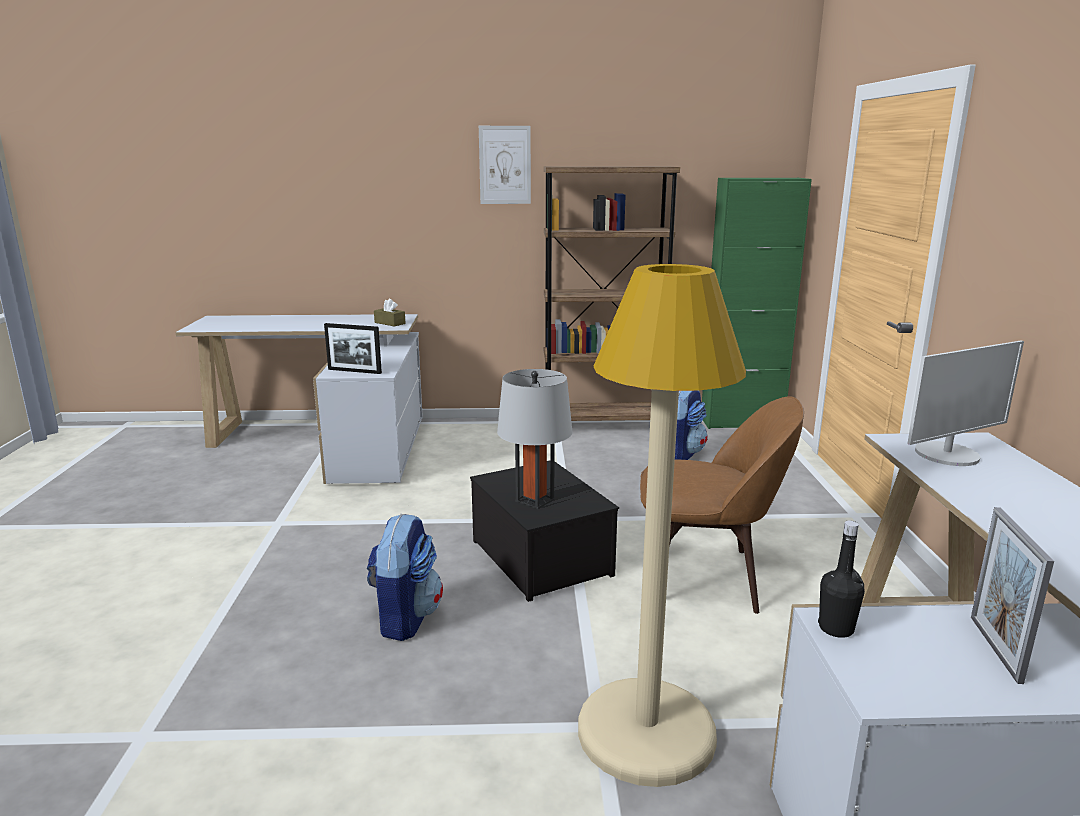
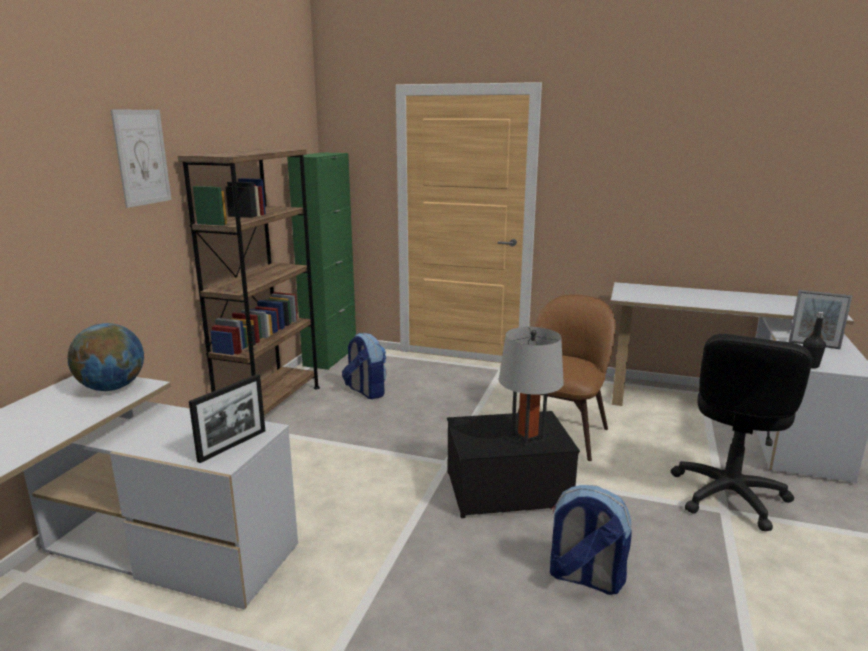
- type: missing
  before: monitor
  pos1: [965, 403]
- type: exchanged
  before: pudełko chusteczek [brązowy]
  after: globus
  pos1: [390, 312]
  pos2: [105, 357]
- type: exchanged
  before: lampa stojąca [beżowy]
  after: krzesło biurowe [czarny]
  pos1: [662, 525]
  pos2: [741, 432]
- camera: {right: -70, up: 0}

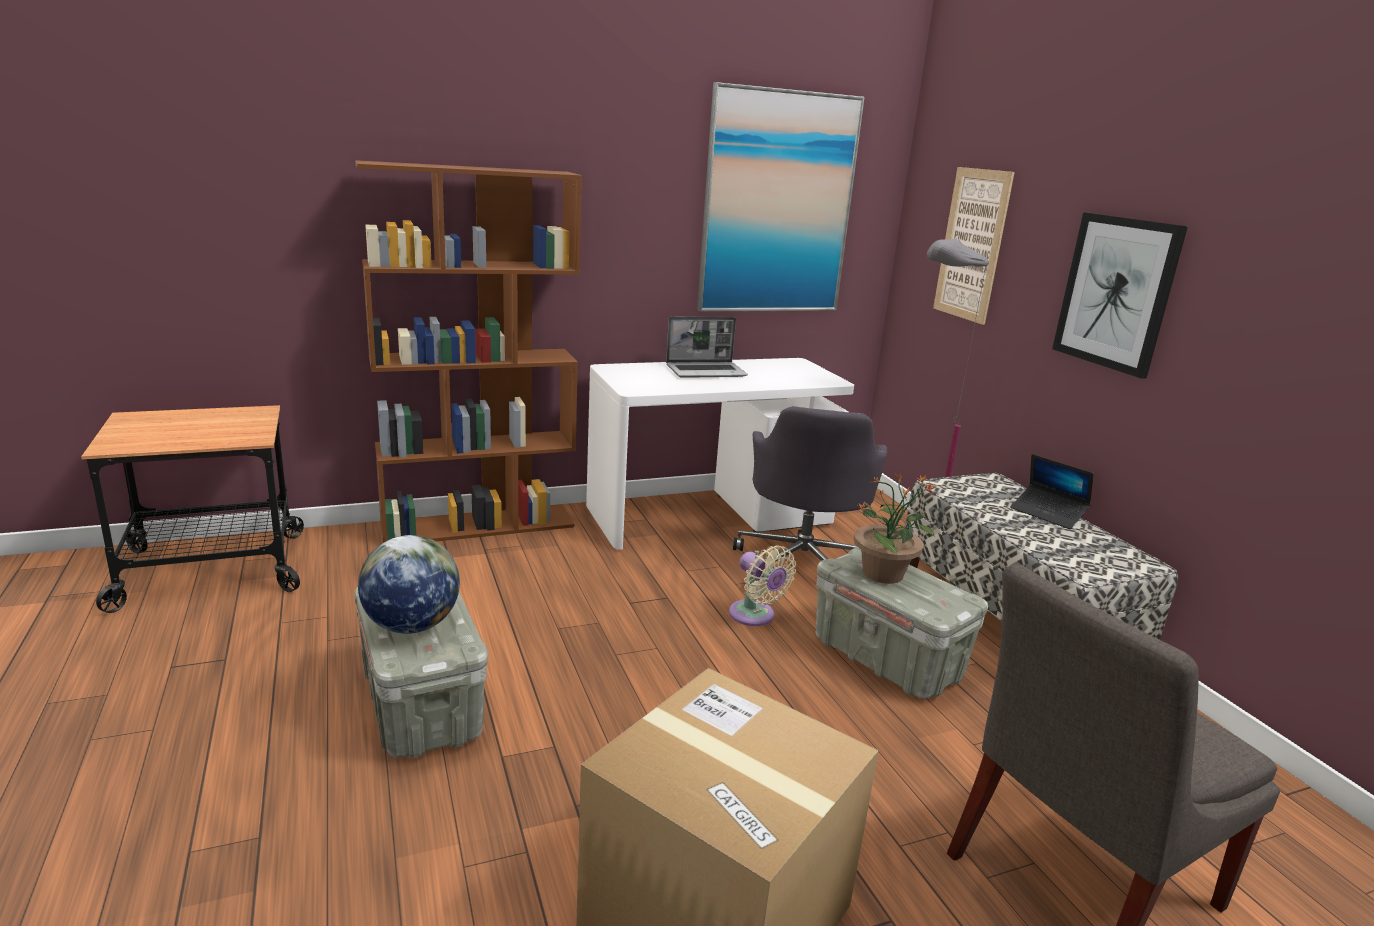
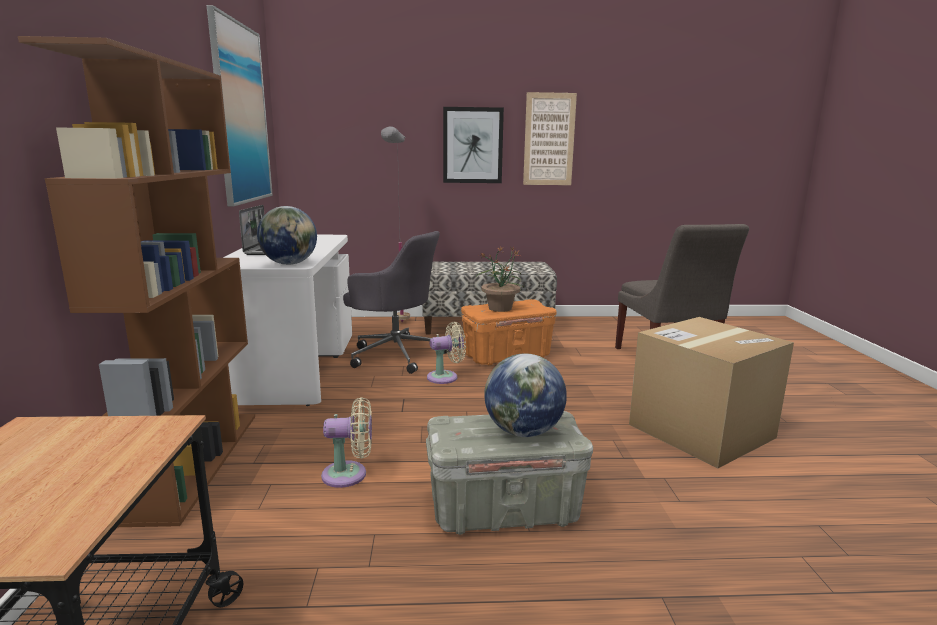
- type: missing
  before: laptop
  pos1: [1052, 491]
- type: appeared
  after: globus
  pos2: [287, 235]
- type: appeared
  after: wentylator [beżowy]
  pos2: [346, 442]
- type: relocated
  before: obraz
  pos1: [974, 246]
  pos2: [550, 138]
- type: colour
  before: pojemnik do przechowywania [szary]
  after: pojemnik do przechowywania [pomarańczowy]
  pos1: [902, 622]
  pos2: [509, 332]
- camera: {right: -70, up: -5}

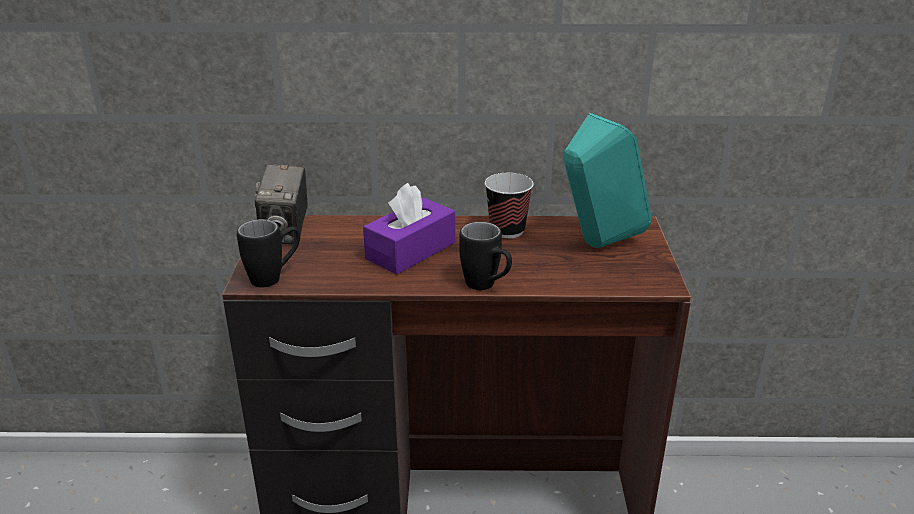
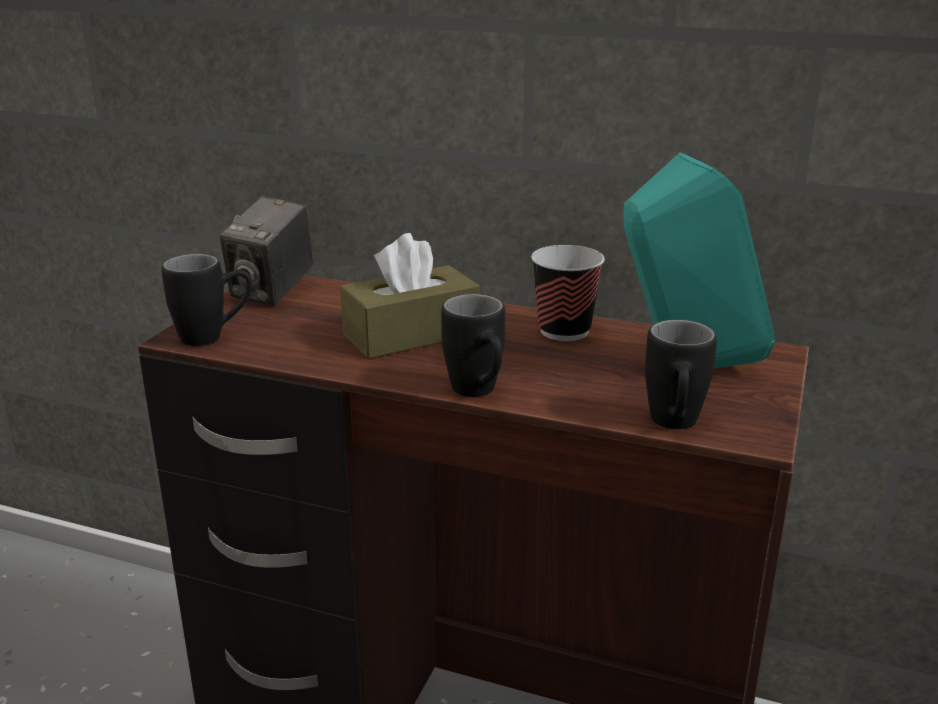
- type: appeared
  after: kubek [czarny]
  pos2: [681, 374]
- type: colour
  before: pudełko chusteczek [fioletowy]
  after: pudełko chusteczek [brązowy]
  pos1: [409, 228]
  pos2: [410, 296]
- camera: {right: 20, up: -5}

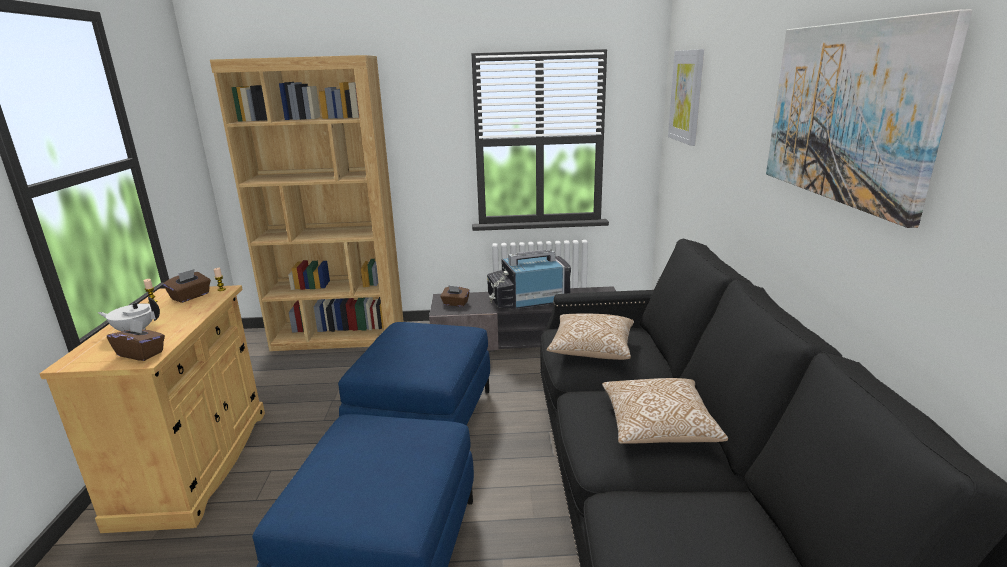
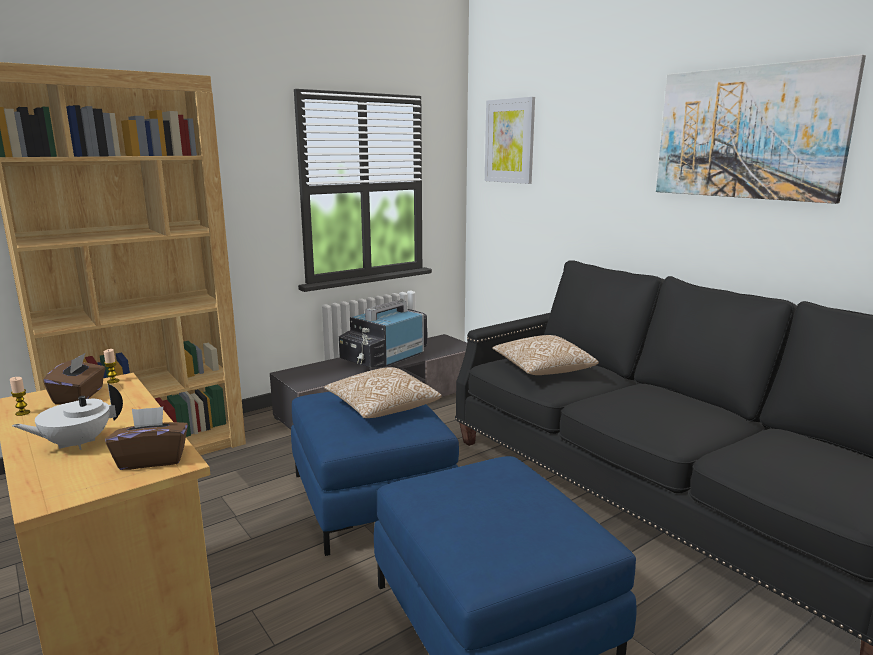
- type: missing
  before: pudełko chusteczek [brązowy]
  pos1: [455, 296]
- type: relocated
  before: poduszka
  pos1: [665, 411]
  pos2: [383, 392]
- camera: {right: -35, up: -5}

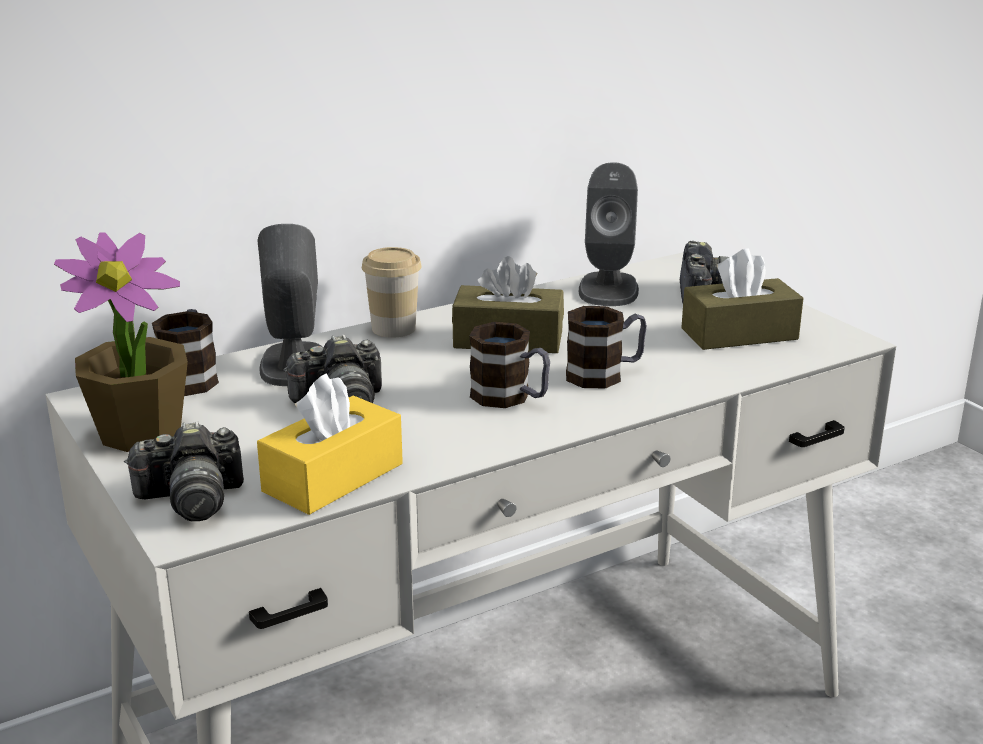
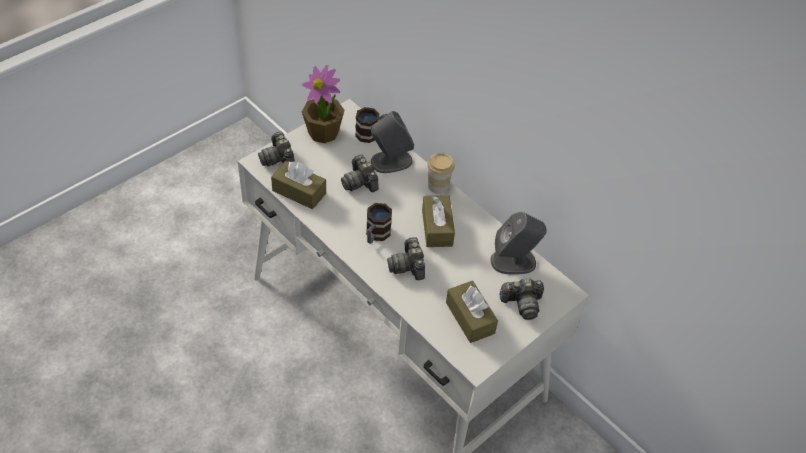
- type: exchanged
  before: kubek
  after: aparat fotograficzny
  pos1: [606, 347]
  pos2: [406, 258]
- type: colour
  before: pudełko chusteczek [żółty]
  after: pudełko chusteczek [brązowy]
  pos1: [330, 444]
  pos2: [298, 185]
- camera: {right: 75, up: 25}

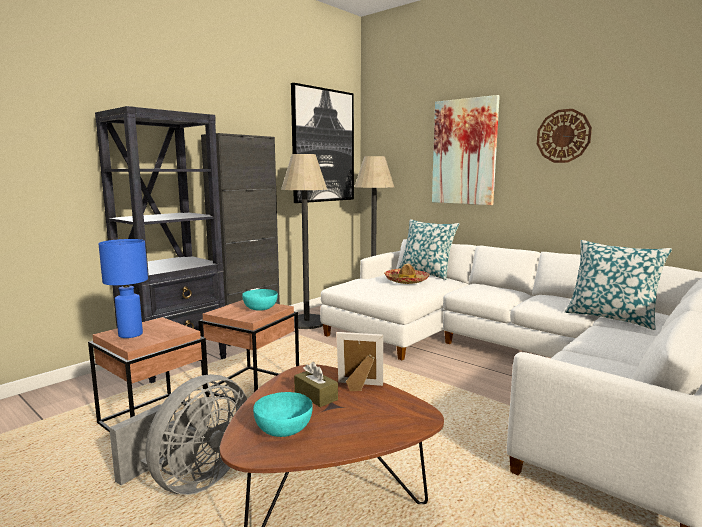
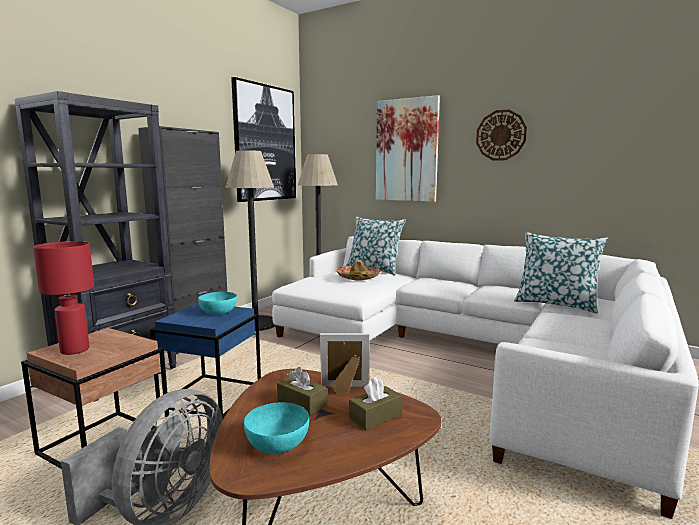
- type: appeared
  after: pudełko chusteczek [brązowy]
  pos2: [375, 403]
- type: colour
  before: lampa stołowa [niebieski]
  after: lampa stołowa [czerwony]
  pos1: [123, 288]
  pos2: [63, 298]
- type: colour
  before: stolik [brązowy]
  after: stolik [niebieski]
  pos1: [248, 351]
  pos2: [205, 360]
- camera: {right: -10, up: 0}

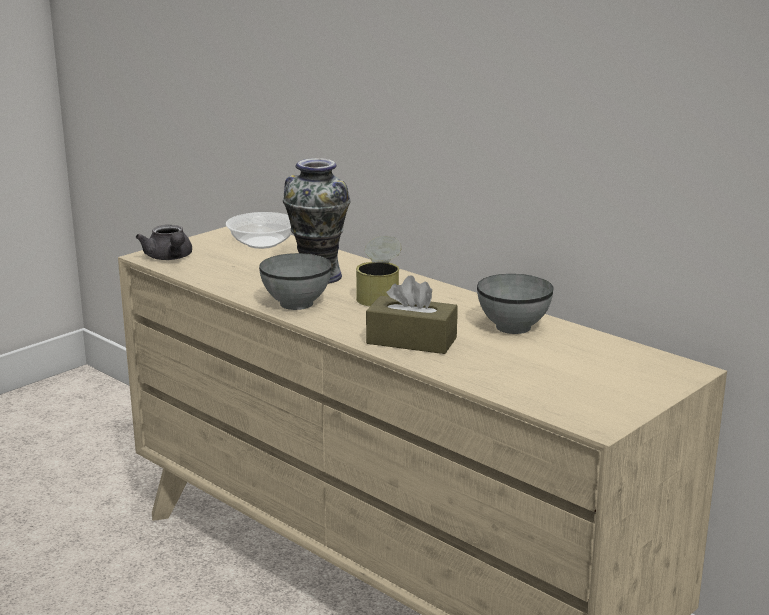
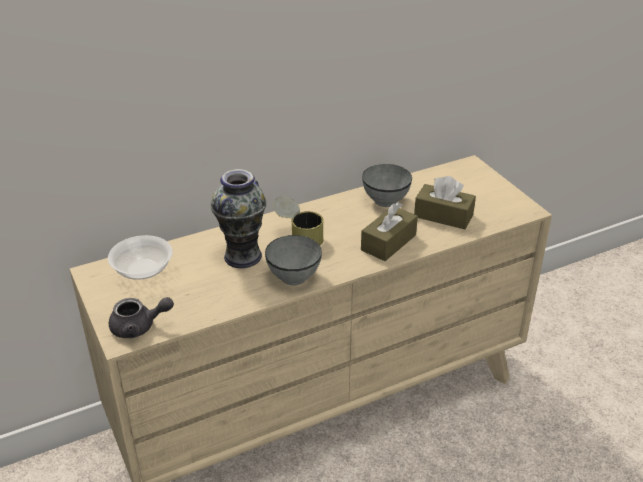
- type: appeared
  after: pudełko chusteczek [brązowy]
  pos2: [445, 202]
- camera: {right: -70, up: 15}

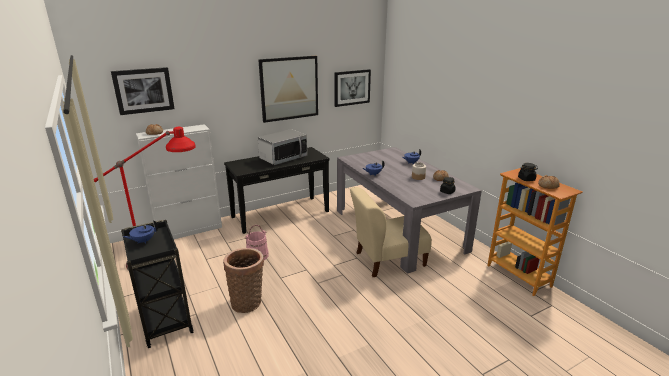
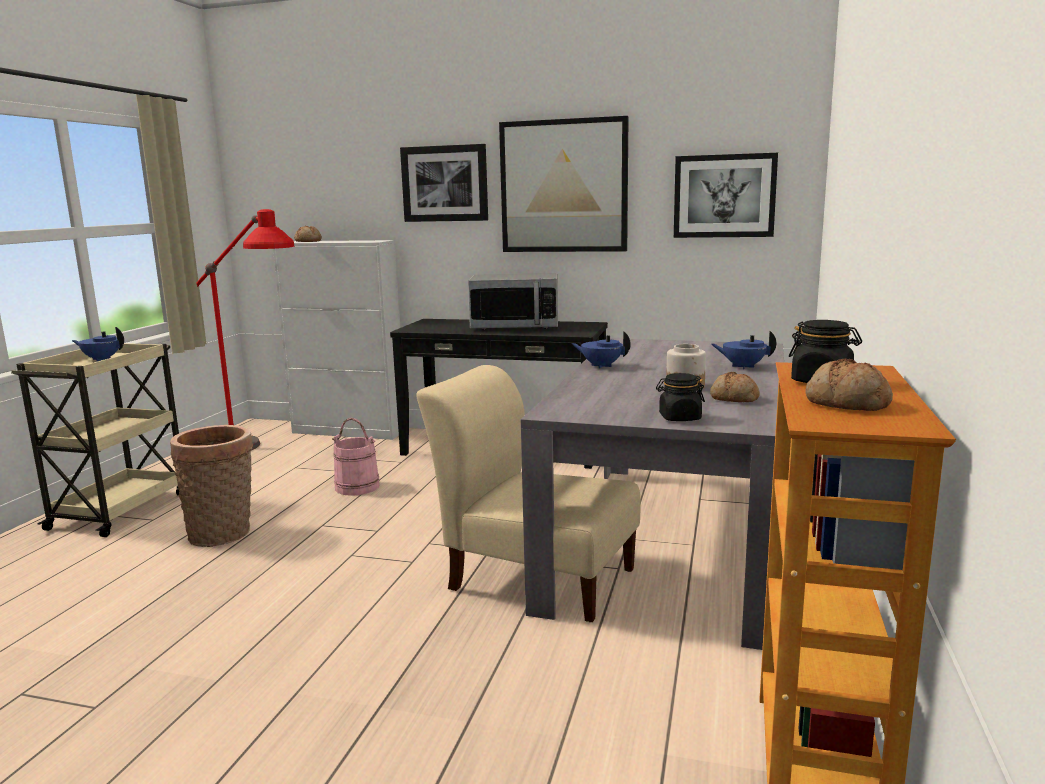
- type: relocated
  before: obraz
  pos1: [143, 91]
  pos2: [444, 183]
- type: colour
  before: wózek [czarny]
  after: wózek [beżowy]
  pos1: [157, 284]
  pos2: [95, 440]
- camera: {right: 45, up: -10}

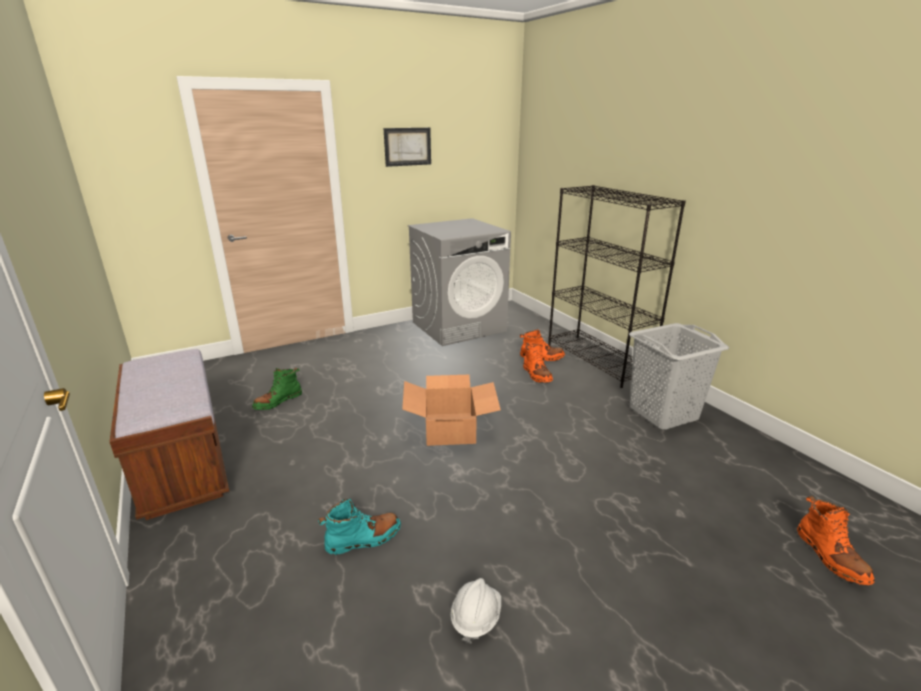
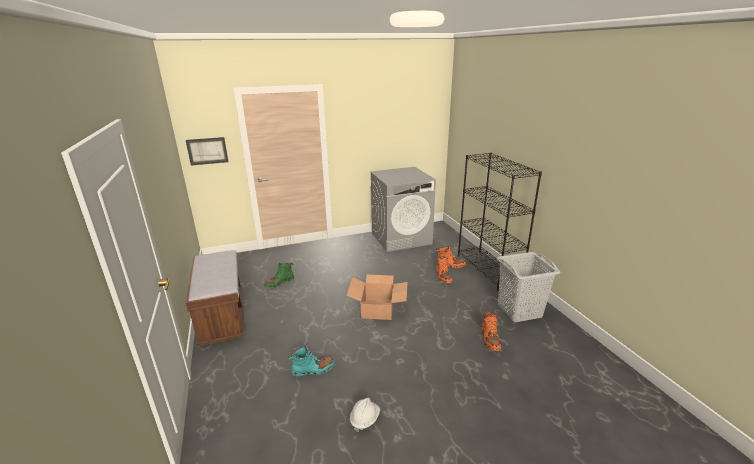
- type: relocated
  before: obraz
  pos1: [407, 147]
  pos2: [207, 151]
- type: relocated
  before: but z cholewką [pomarańczowy]
  pos1: [836, 540]
  pos2: [491, 330]
- camera: {right: 10, up: 0}

